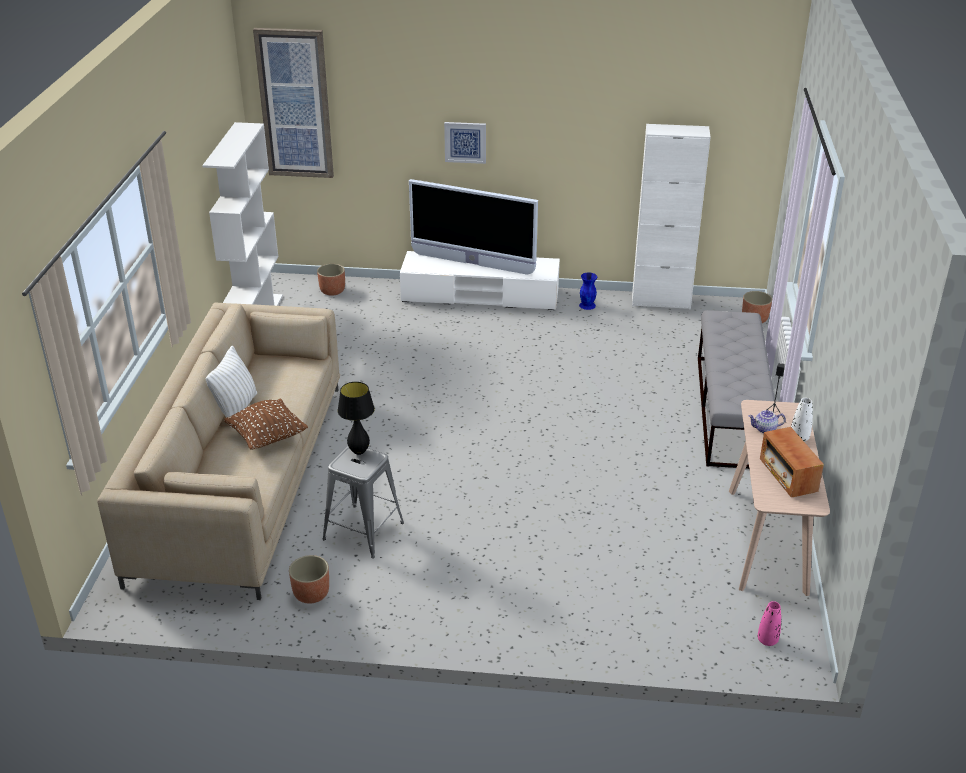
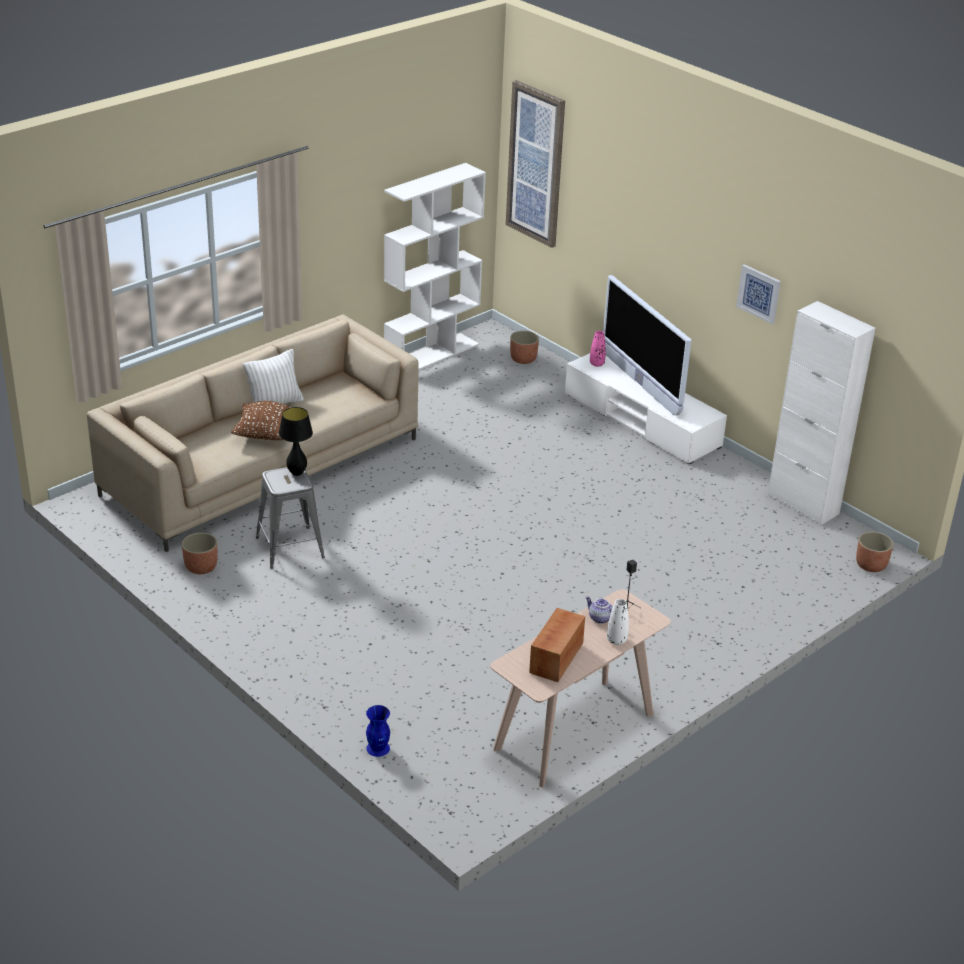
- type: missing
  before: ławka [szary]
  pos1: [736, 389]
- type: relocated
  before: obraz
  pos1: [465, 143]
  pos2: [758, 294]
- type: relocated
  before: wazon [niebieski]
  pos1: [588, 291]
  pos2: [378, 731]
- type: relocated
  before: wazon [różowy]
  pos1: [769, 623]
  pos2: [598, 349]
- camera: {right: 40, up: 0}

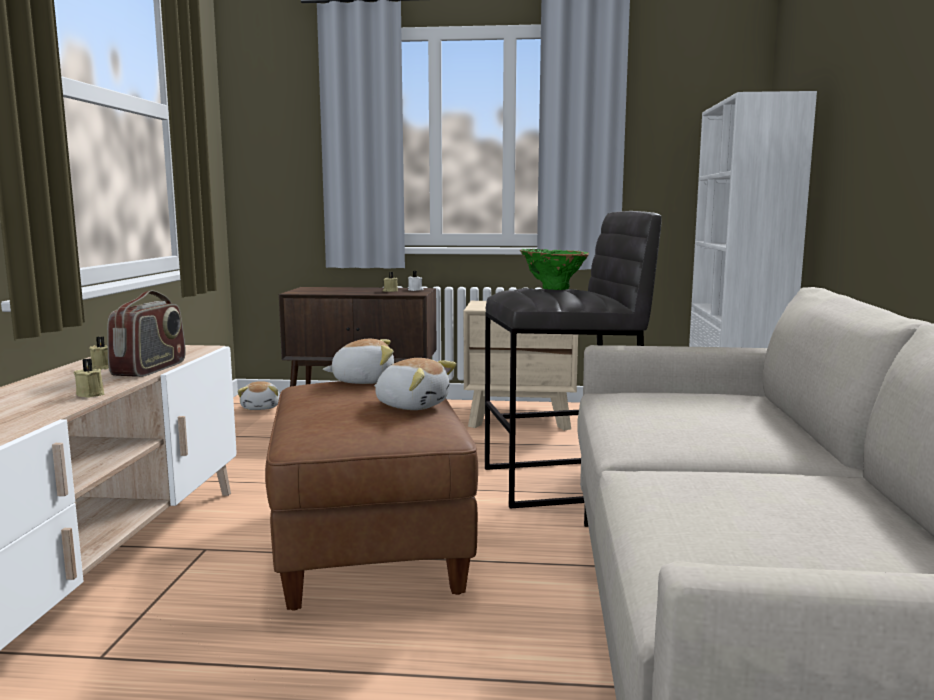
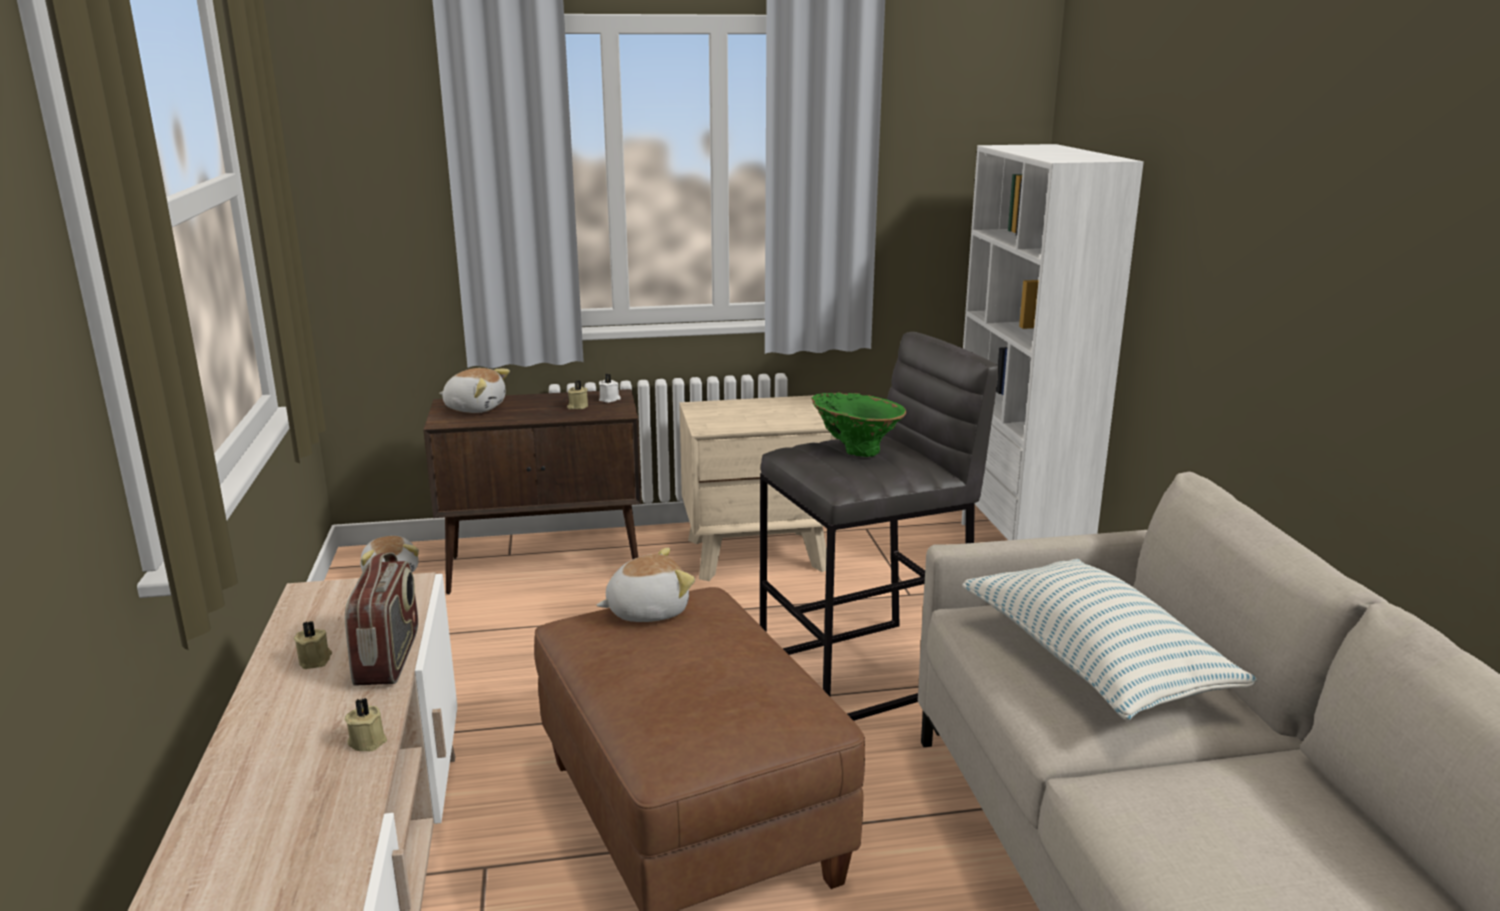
- type: appeared
  after: poduszka
  pos2: [1109, 640]
- type: relocated
  before: pluszak
  pos1: [415, 384]
  pos2: [474, 390]
- camera: {right: -15, up: 10}

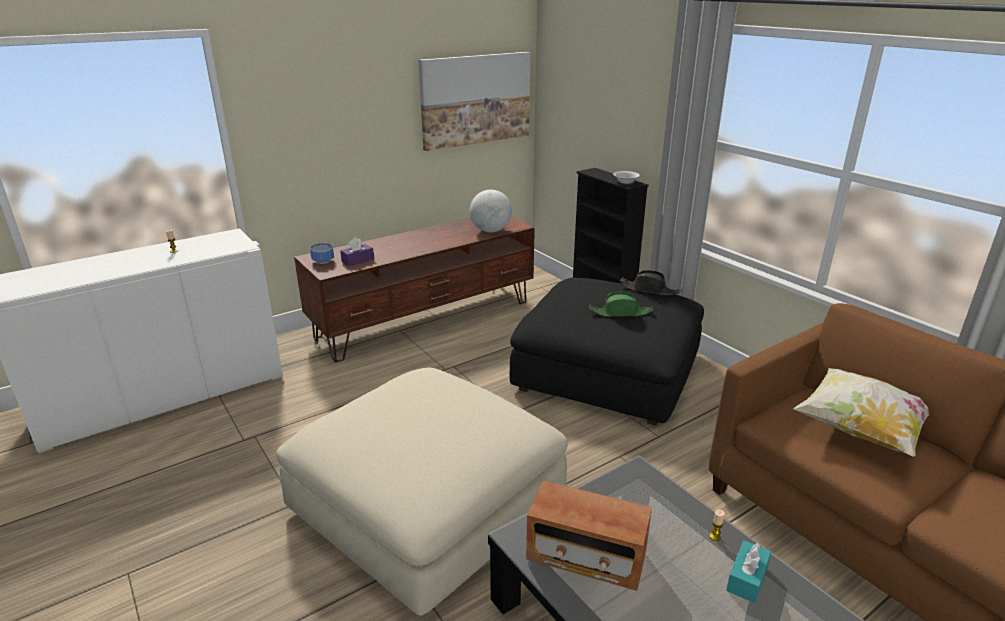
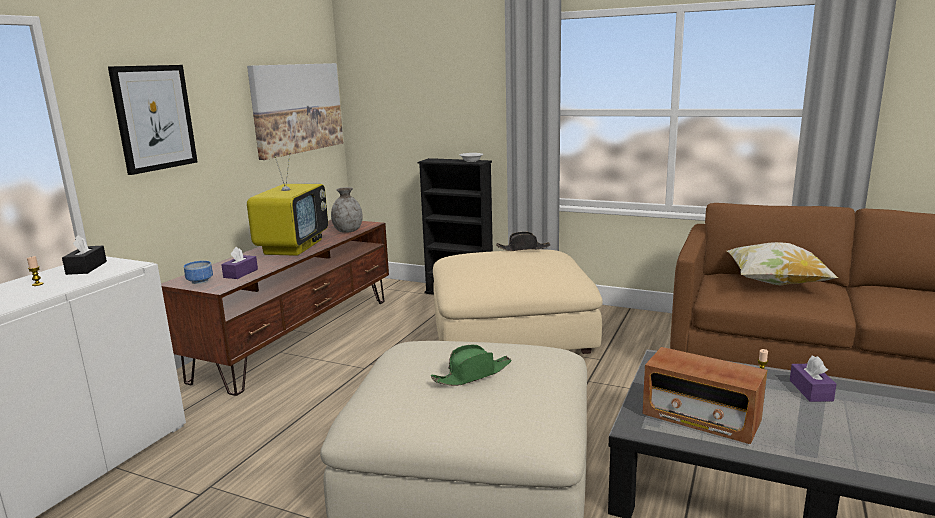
- type: appeared
  after: pudełko chusteczek [czarny]
  pos2: [84, 255]
- type: appeared
  after: obraz
  pos2: [153, 120]
- type: appeared
  after: telewizor
  pos2: [287, 204]
- type: relocated
  before: kapelusz [zielony]
  pos1: [621, 304]
  pos2: [471, 365]
- type: exchanged
  before: globus
  after: wazon [szary]
  pos1: [491, 211]
  pos2: [347, 210]
- type: colour
  before: pufa [czarny]
  after: pufa [beżowy]
  pos1: [607, 352]
  pos2: [518, 301]
- type: colour
  before: pudełko chusteczek [turkusowy]
  after: pudełko chusteczek [fioletowy]
  pos1: [748, 571]
  pos2: [813, 379]
- type: spun
  before: radio
  pos1: [589, 535]
  pos2: [704, 395]
  turn: 45
- camera: {right: -30, up: -10}

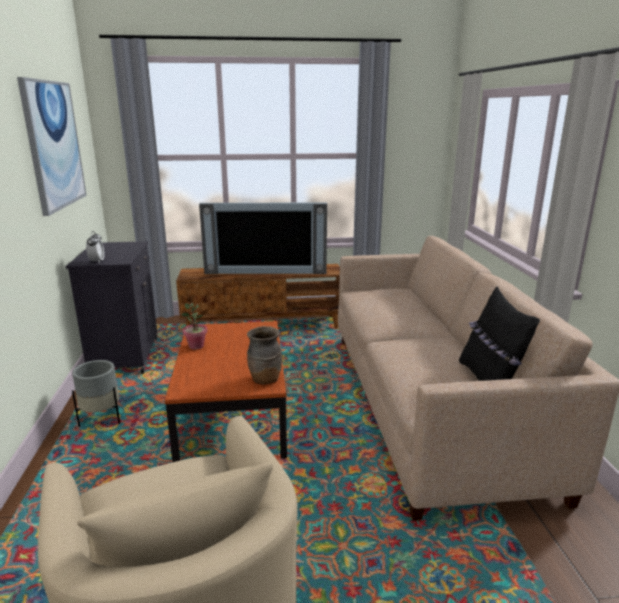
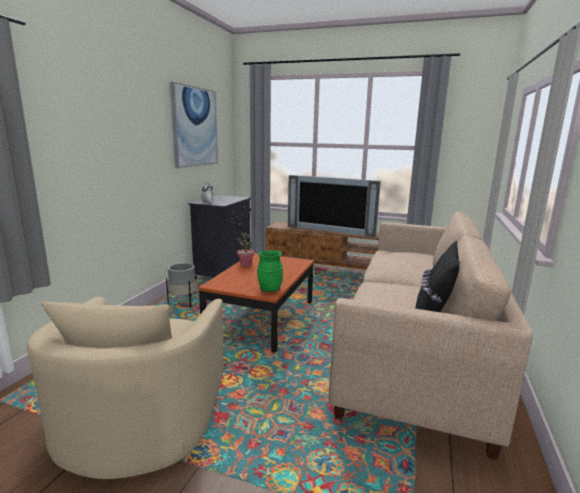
- type: colour
  before: wazon [brązowy]
  after: wazon [zielony]
  pos1: [264, 355]
  pos2: [270, 271]
- camera: {right: 25, up: -5}

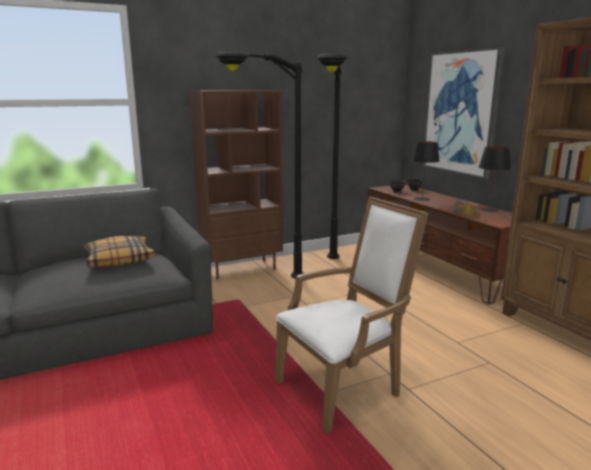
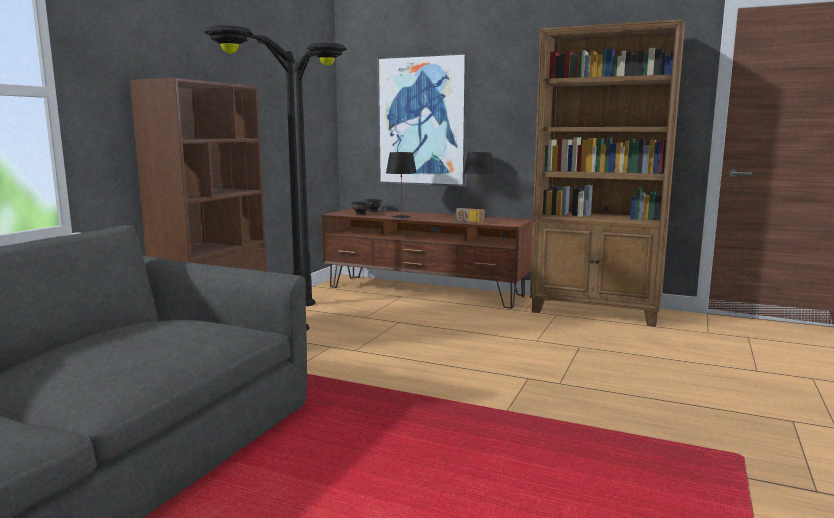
- type: missing
  before: poduszka
  pos1: [119, 251]
- type: missing
  before: fotel [biały]
  pos1: [351, 315]
- camera: {right: -40, up: -5}

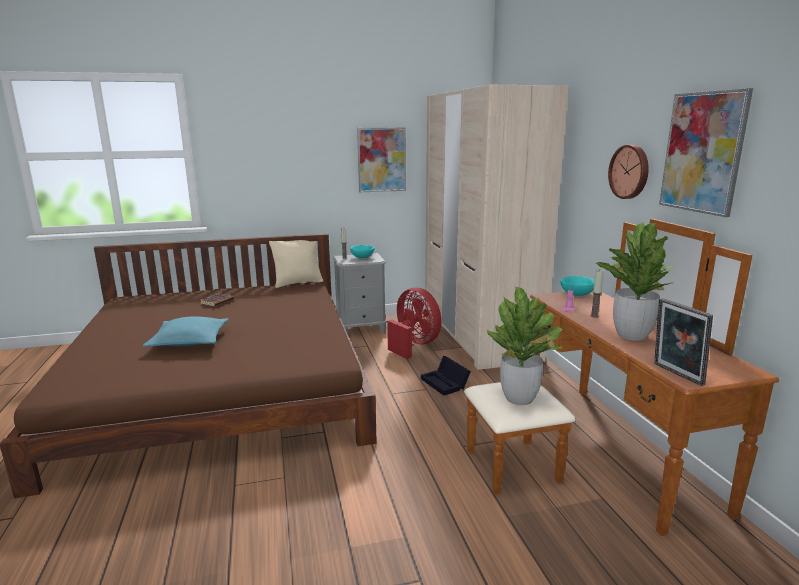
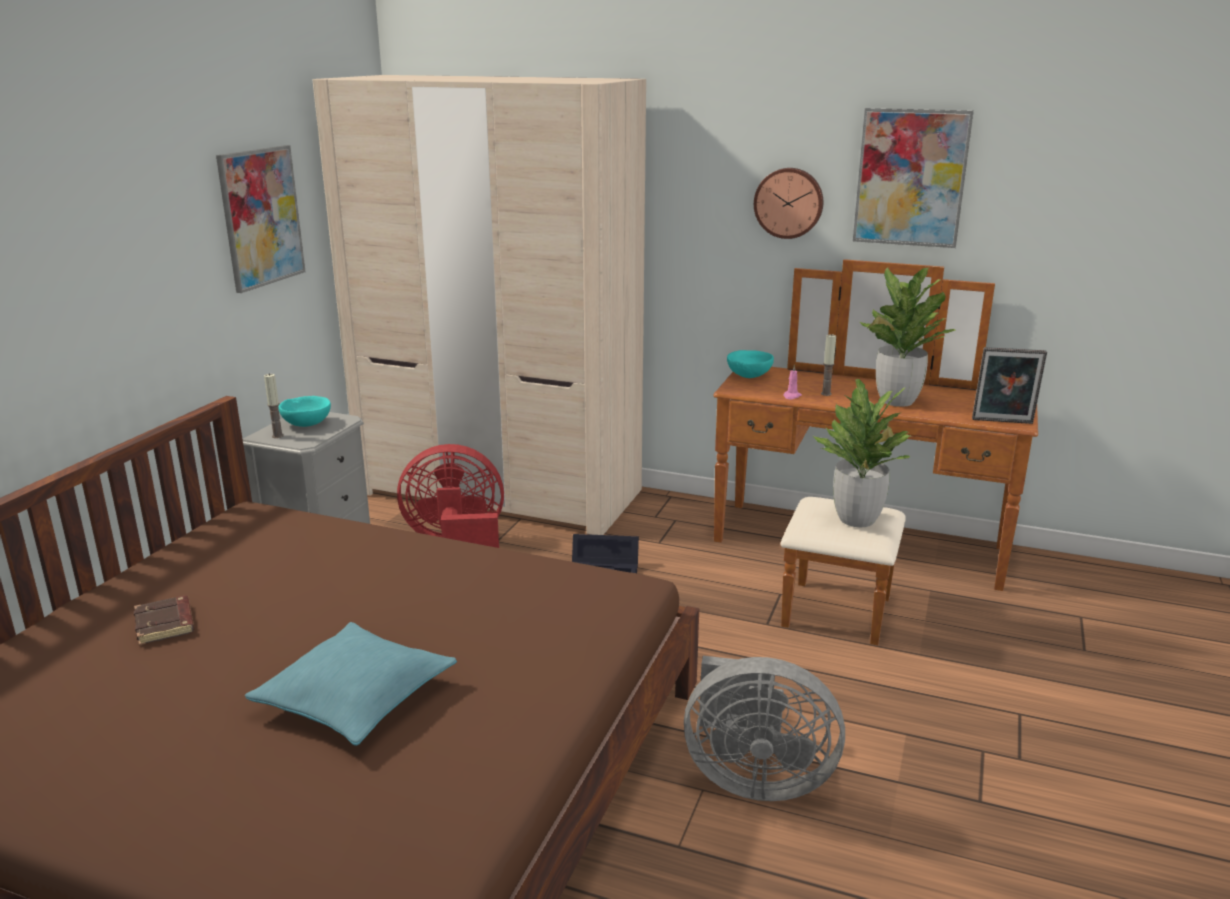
- type: missing
  before: poduszka [beżowy]
  pos1: [296, 264]
- type: appeared
  after: wentylator [szary]
  pos2: [764, 728]
- camera: {right: -55, up: 5}

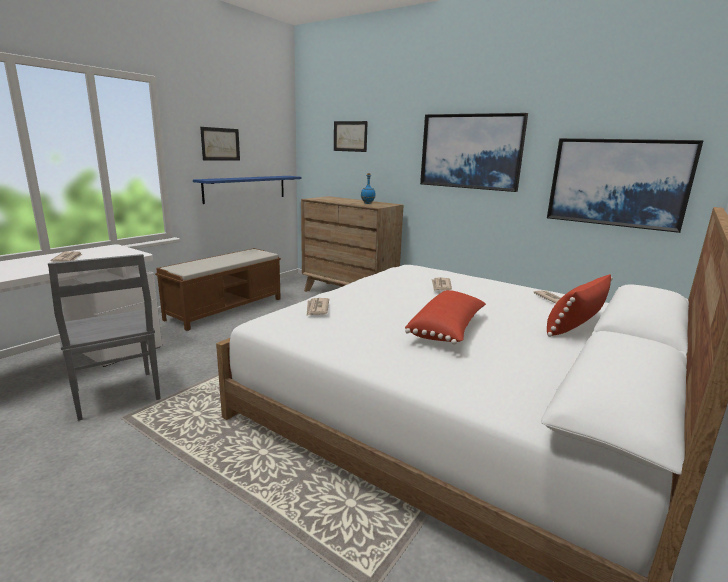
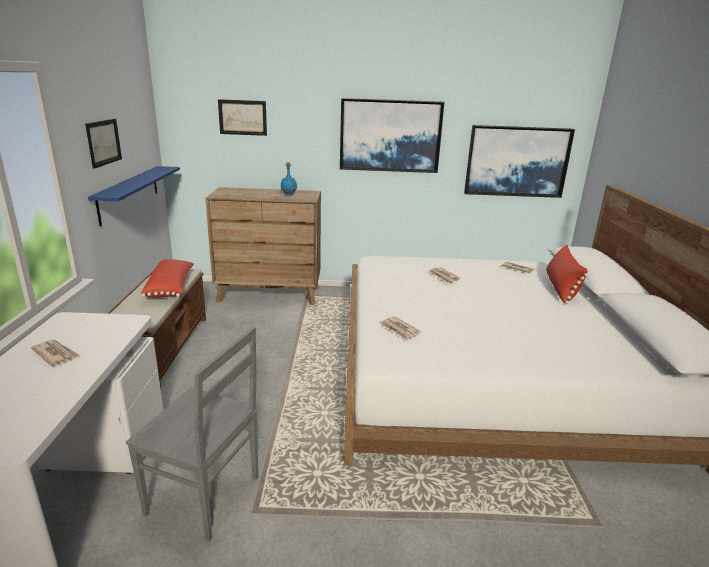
- type: relocated
  before: poduszka [czerwony]
  pos1: [445, 317]
  pos2: [167, 278]
- camera: {right: -35, up: 5}

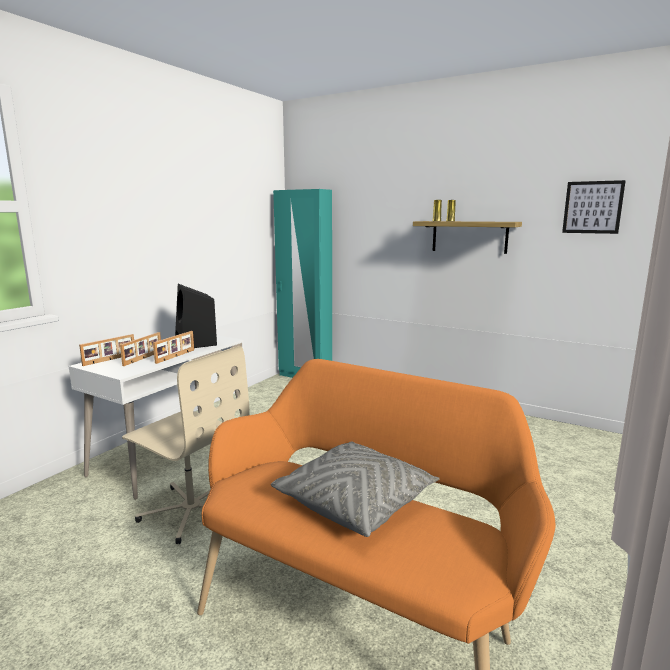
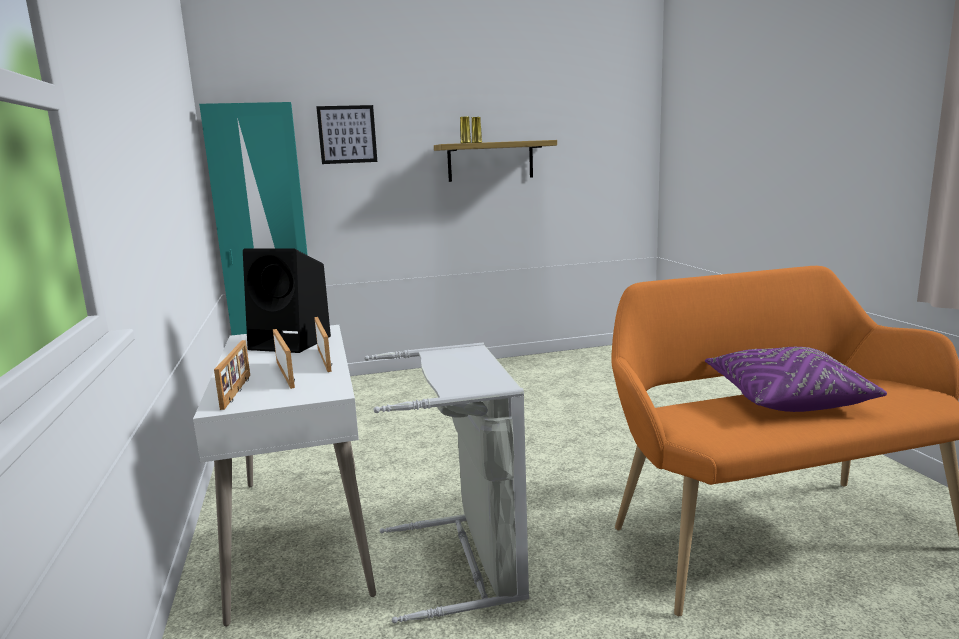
- type: relocated
  before: obraz
  pos1: [594, 207]
  pos2: [346, 134]
- type: exchanged
  before: krzesło biurowe [beżowy]
  after: kosz na pranie [szary]
  pos1: [186, 445]
  pos2: [446, 483]
- type: colour
  before: poduszka [szary]
  after: poduszka [fioletowy]
  pos1: [355, 489]
  pos2: [796, 379]
- camera: {right: -45, up: 0}

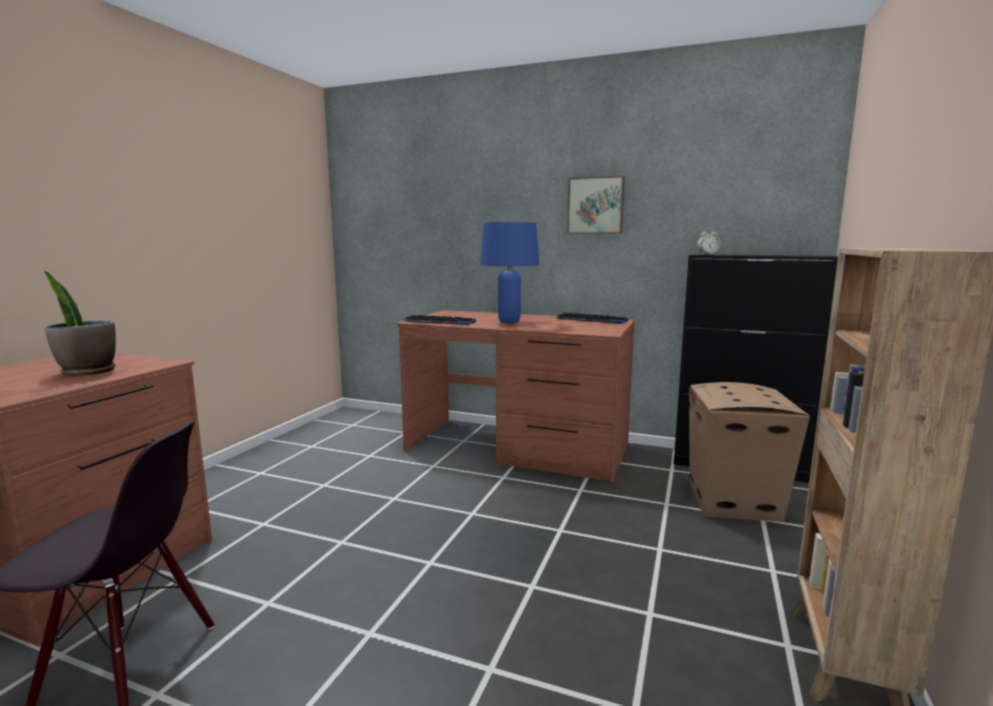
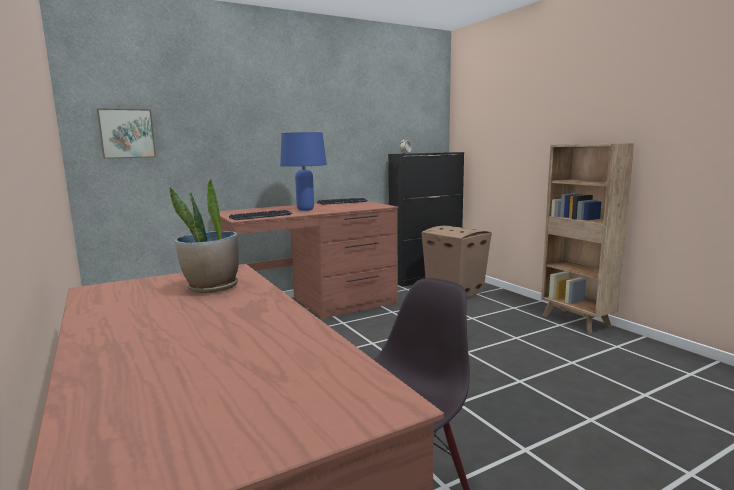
- type: relocated
  before: obraz
  pos1: [596, 205]
  pos2: [126, 133]
- camera: {right: -50, up: 0}

